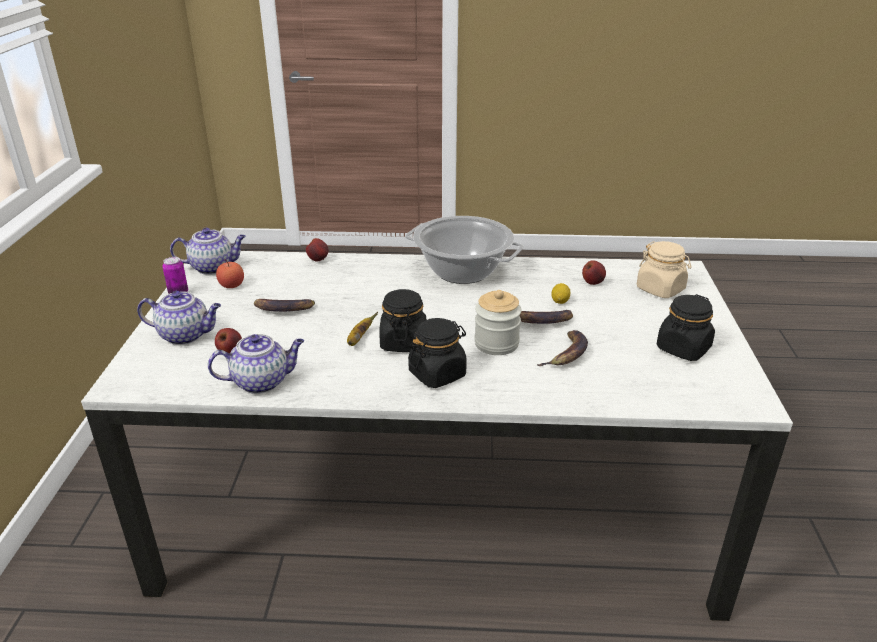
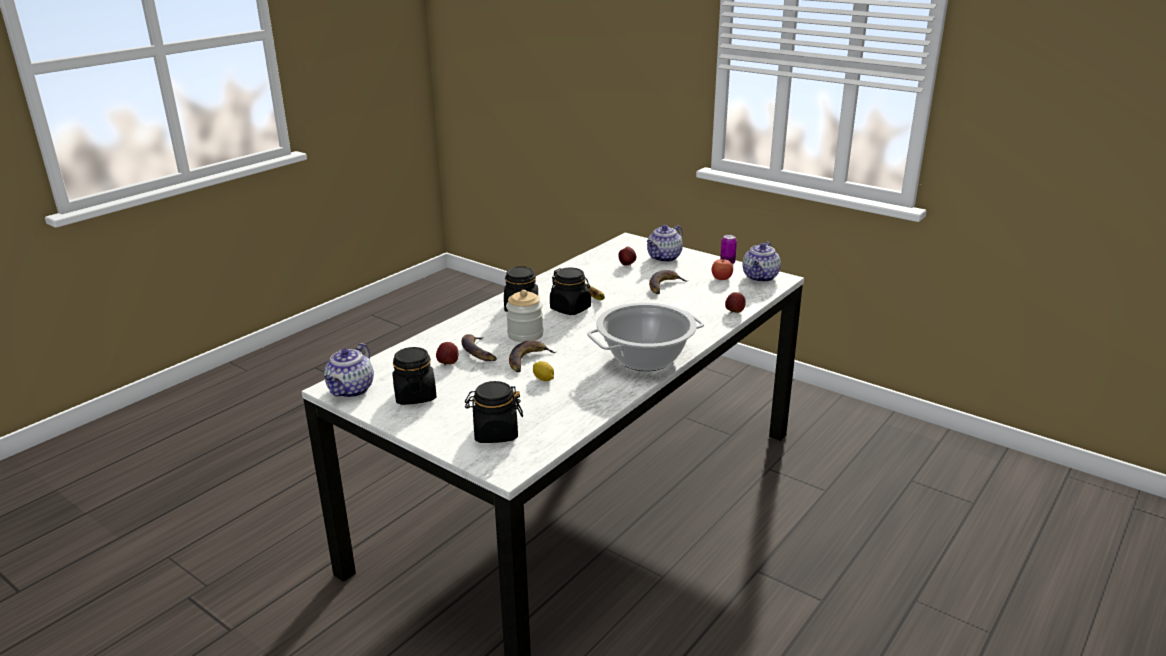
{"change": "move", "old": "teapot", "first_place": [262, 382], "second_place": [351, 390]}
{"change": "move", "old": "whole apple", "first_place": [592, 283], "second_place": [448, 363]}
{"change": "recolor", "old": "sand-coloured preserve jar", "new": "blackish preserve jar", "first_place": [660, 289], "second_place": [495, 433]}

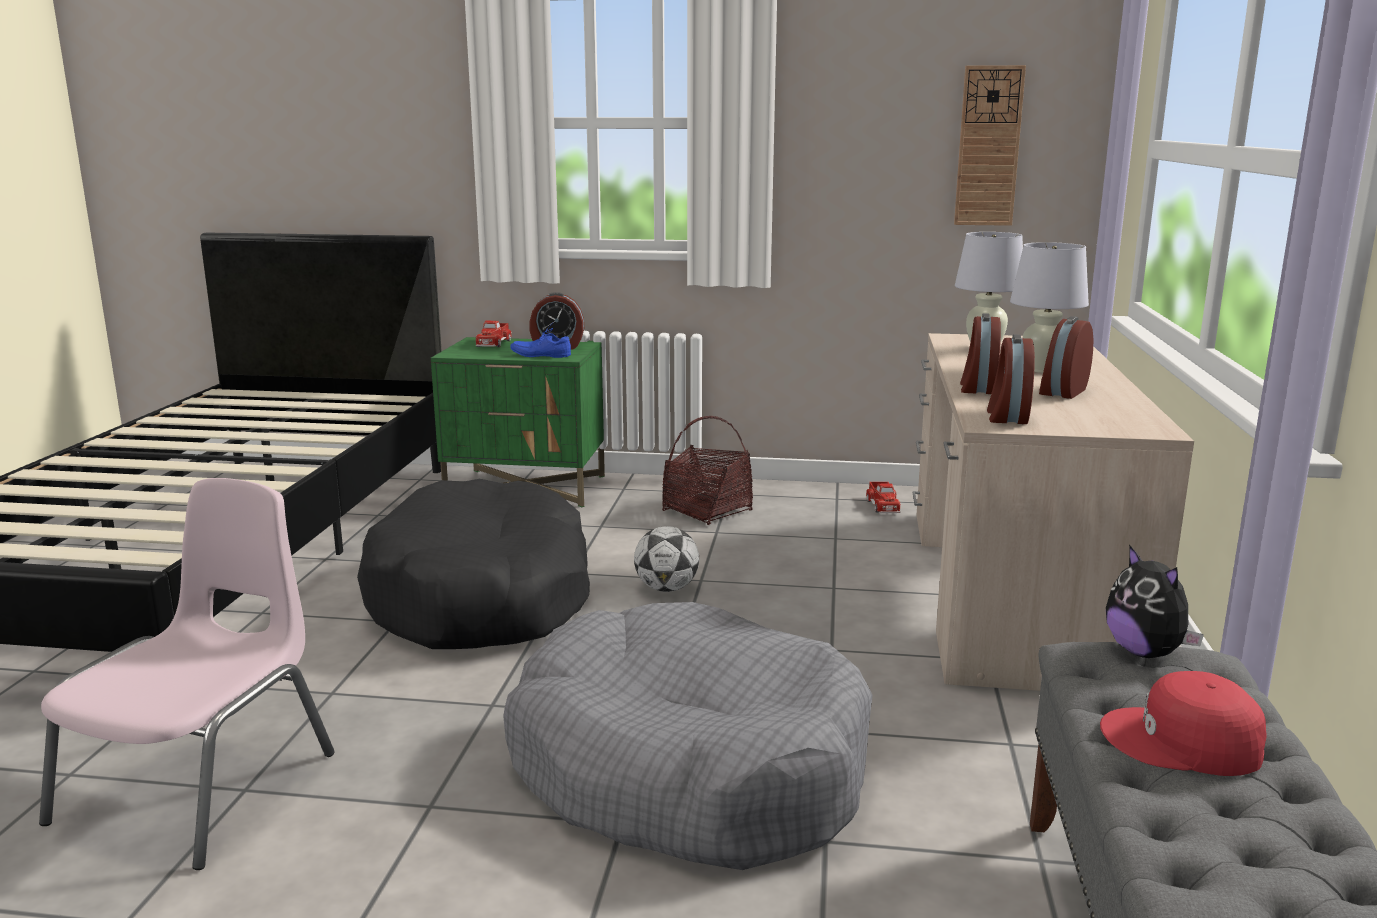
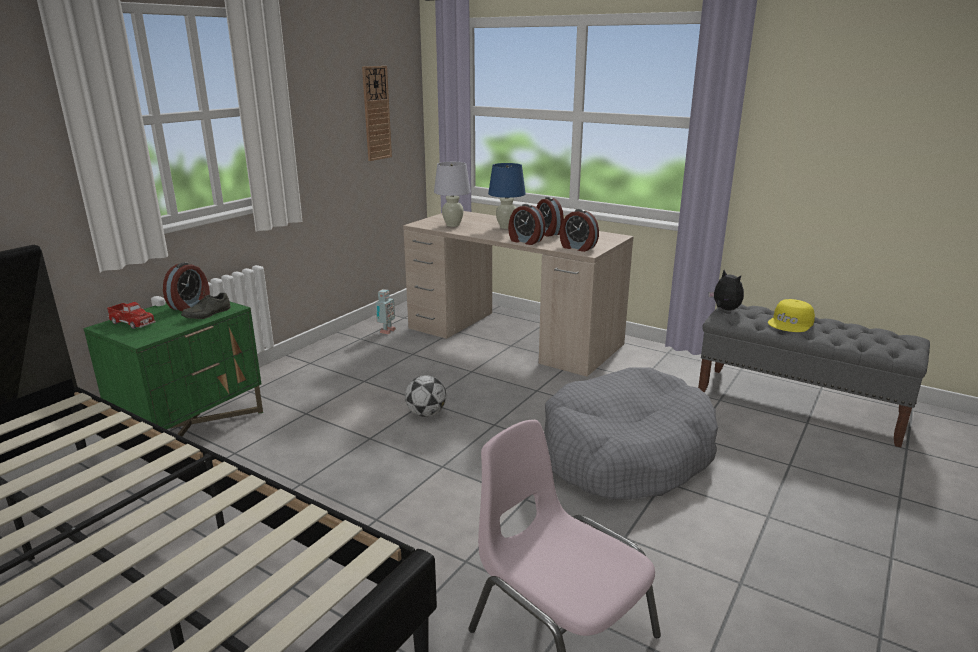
{"change": "delete", "old": "blackish dog bed", "first_place": [482, 597]}
{"change": "delete", "old": "storage basket", "first_place": [708, 511]}
{"change": "replace", "old": "model truck", "new": "toy robot", "first_place": [883, 506], "second_place": [386, 331]}
{"change": "recolor", "old": "blue-coloured shoe", "new": "greyish shoe", "first_place": [541, 355], "second_place": [206, 313]}
{"change": "recolor", "old": "white tabletop lamp", "new": "blue-coloured tabletop lamp", "first_place": [1041, 370], "second_place": [506, 227]}
{"change": "recolor", "old": "reddish cap", "new": "yellowish cap", "first_place": [1182, 742], "second_place": [791, 323]}
{"change": "rotate", "old": "plush toy", "first_place": [1145, 652], "second_place": [724, 309], "degrees": -120}

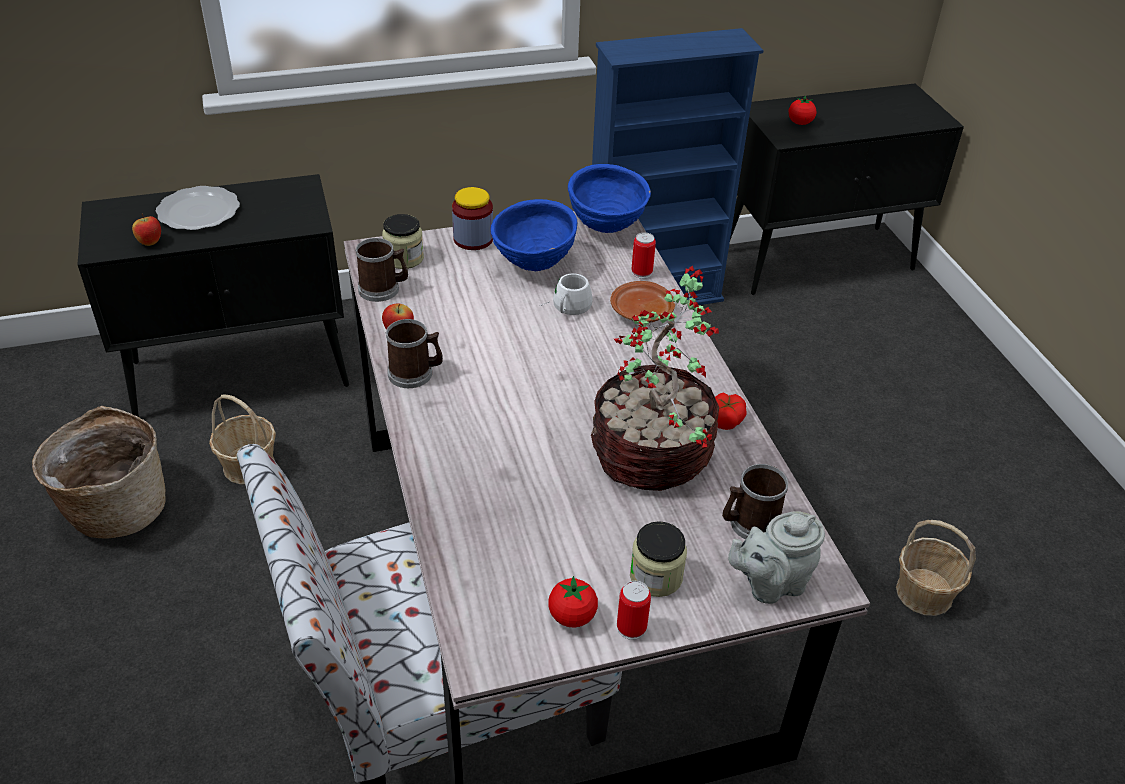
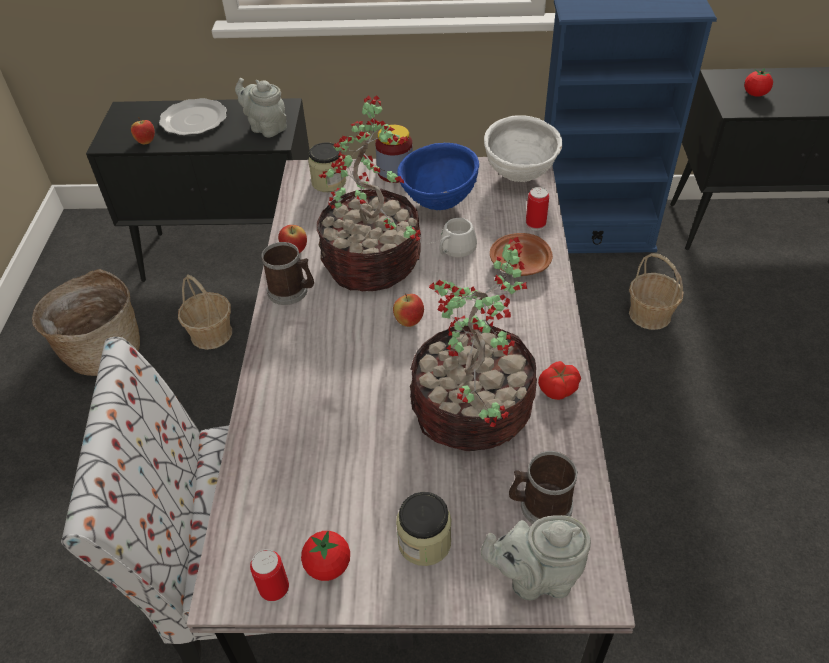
{"change": "delete", "old": "mug", "first_place": [383, 289]}
{"change": "insert", "new": "greyish teapot", "second_place": [266, 127]}
{"change": "insert", "new": "houseplant", "second_place": [374, 264]}
{"change": "insert", "new": "whole apple", "second_place": [409, 322]}
{"change": "move", "old": "can", "first_place": [631, 628], "second_place": [274, 589]}
{"change": "move", "old": "storage basket", "first_place": [924, 593], "second_place": [650, 315]}
{"change": "recolor", "old": "blue-coloured serving bowl", "new": "white serving bowl", "first_place": [606, 228], "second_place": [519, 176]}

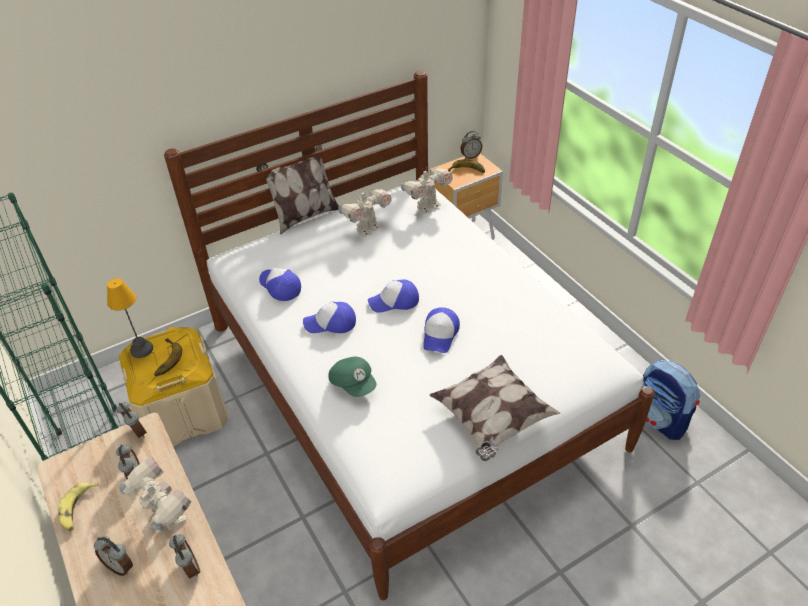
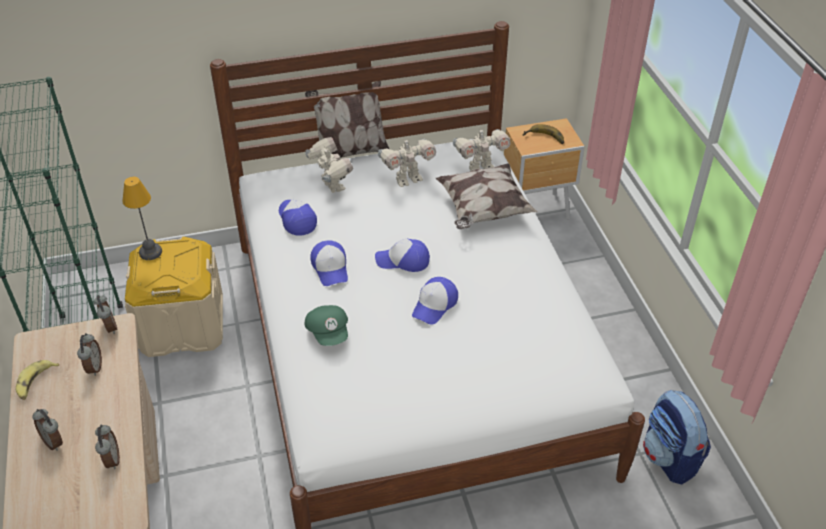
{"change": "delete", "old": "banana", "first_place": [164, 359]}
{"change": "delete", "old": "bedside clock", "first_place": [470, 156]}
{"change": "move", "old": "toy robot", "first_place": [167, 518], "second_place": [331, 186]}
{"change": "move", "old": "cushion", "first_place": [492, 419], "second_place": [483, 210]}
{"change": "rotate", "old": "cap", "first_place": [330, 323], "second_place": [331, 268], "degrees": -120}

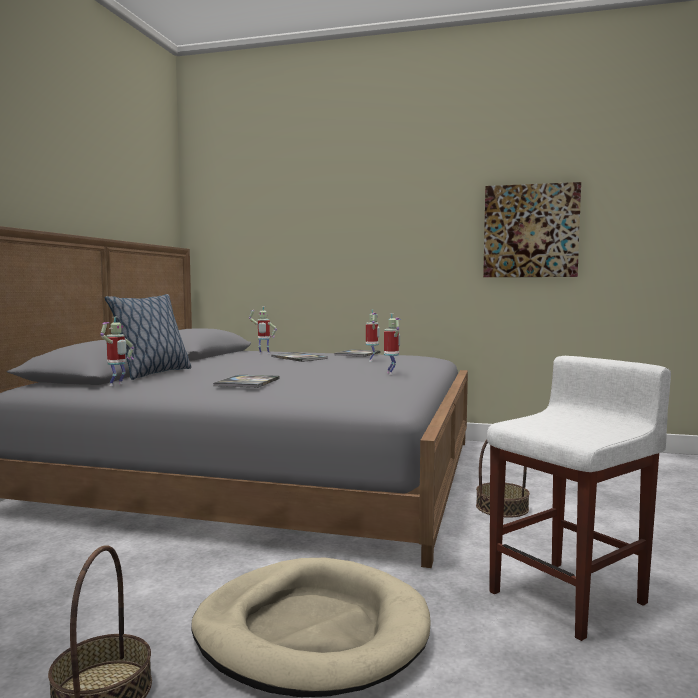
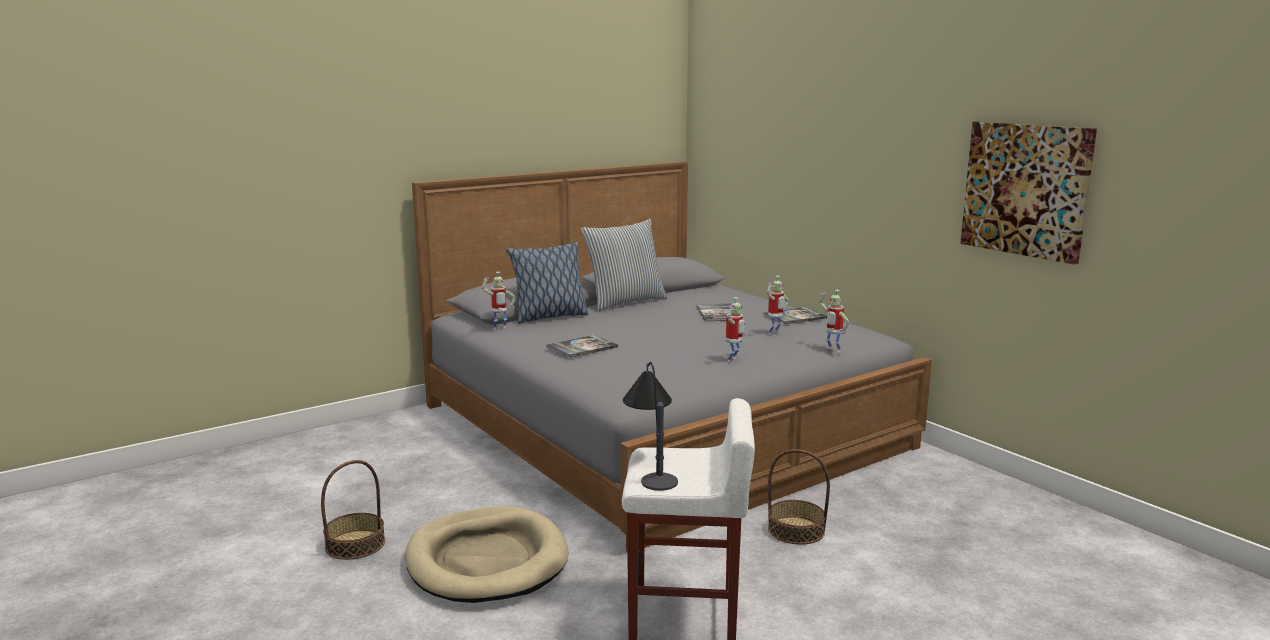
{"change": "insert", "new": "cushion", "second_place": [625, 302]}
{"change": "insert", "new": "tabletop lamp", "second_place": [651, 466]}
{"change": "move", "old": "toy robot", "first_place": [263, 354], "second_place": [832, 350]}

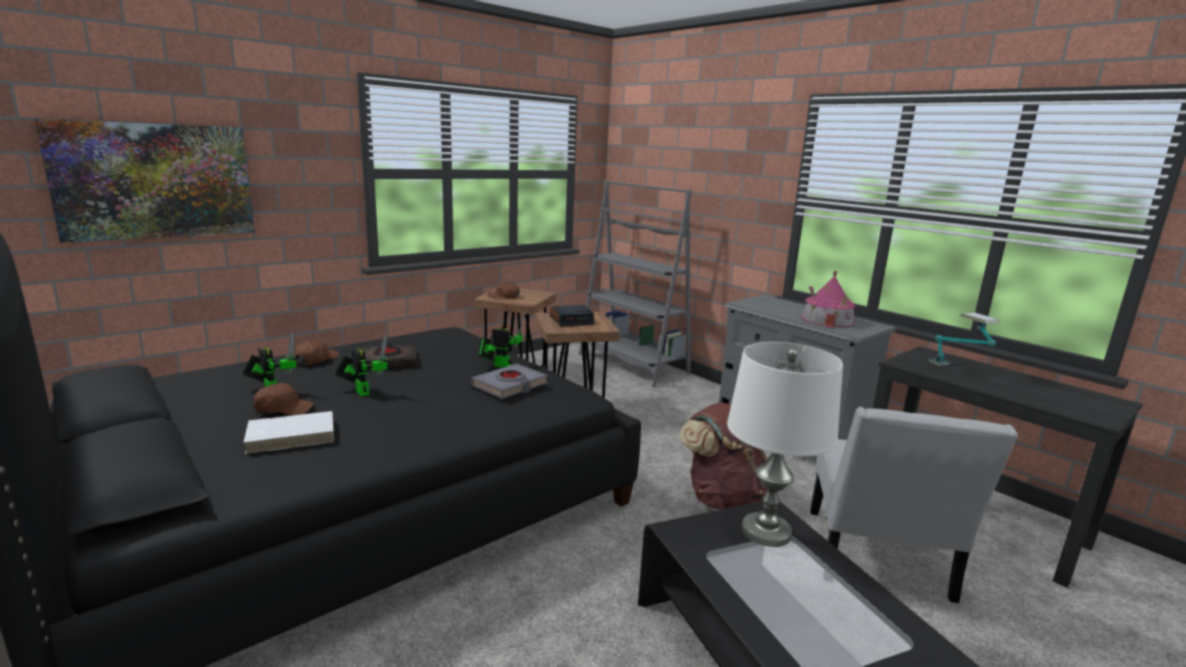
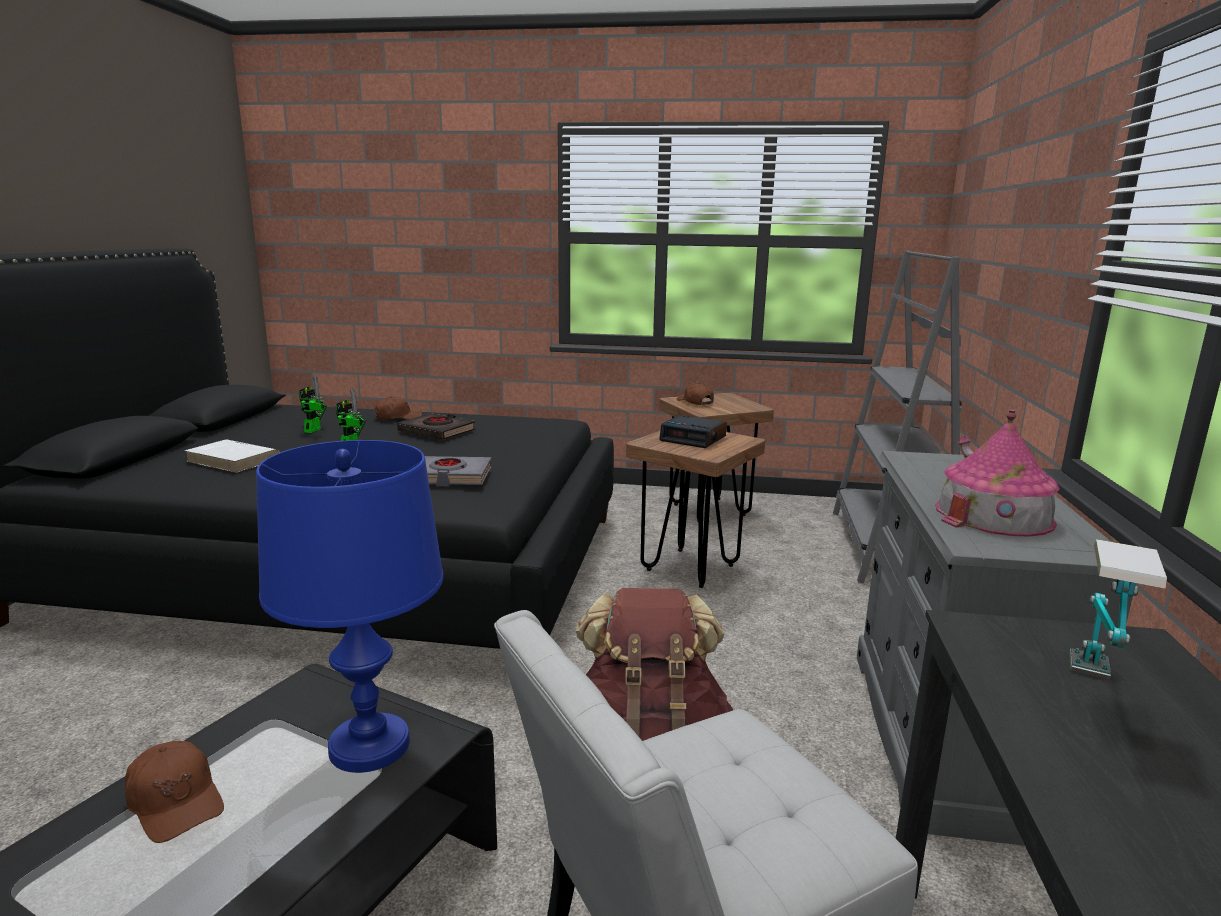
{"change": "delete", "old": "picture", "first_place": [155, 181]}
{"change": "delete", "old": "toy robot", "first_place": [499, 365]}
{"change": "move", "old": "brown-coloured cap", "first_place": [284, 409], "second_place": [176, 802]}
{"change": "recolor", "old": "white tabletop lamp", "new": "blue-coloured tabletop lamp", "first_place": [766, 531], "second_place": [370, 745]}

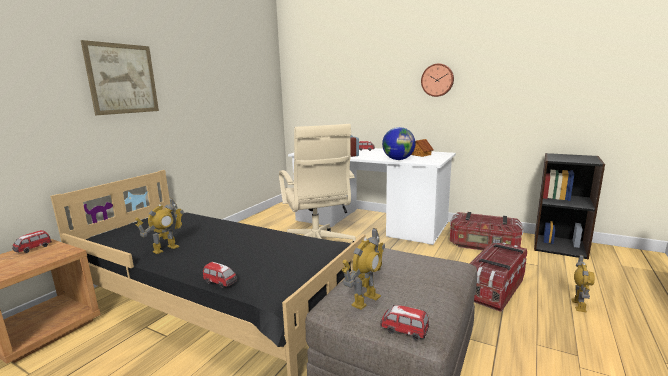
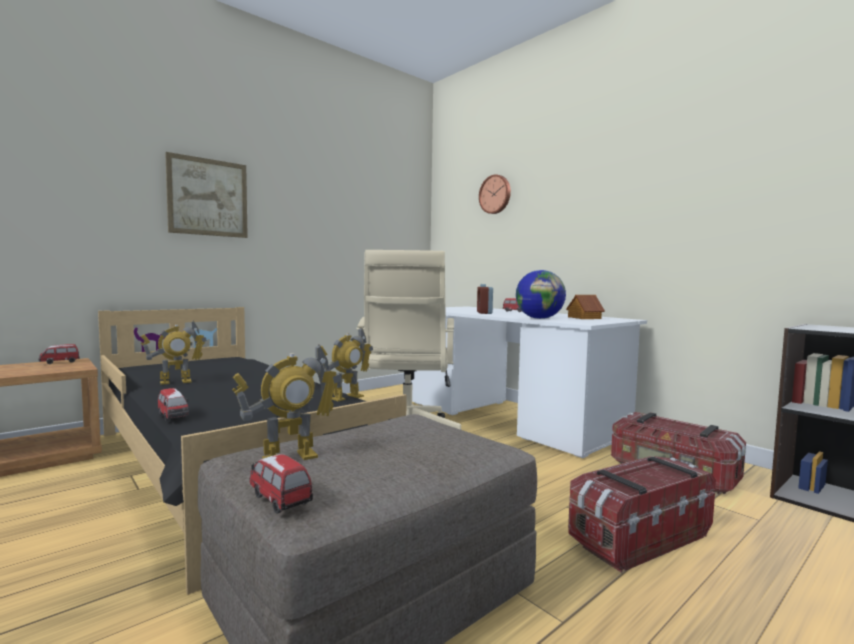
{"change": "move", "old": "wall clock", "first_place": [437, 80], "second_place": [495, 194]}
{"change": "move", "old": "toy robot", "first_place": [579, 305], "second_place": [347, 397]}

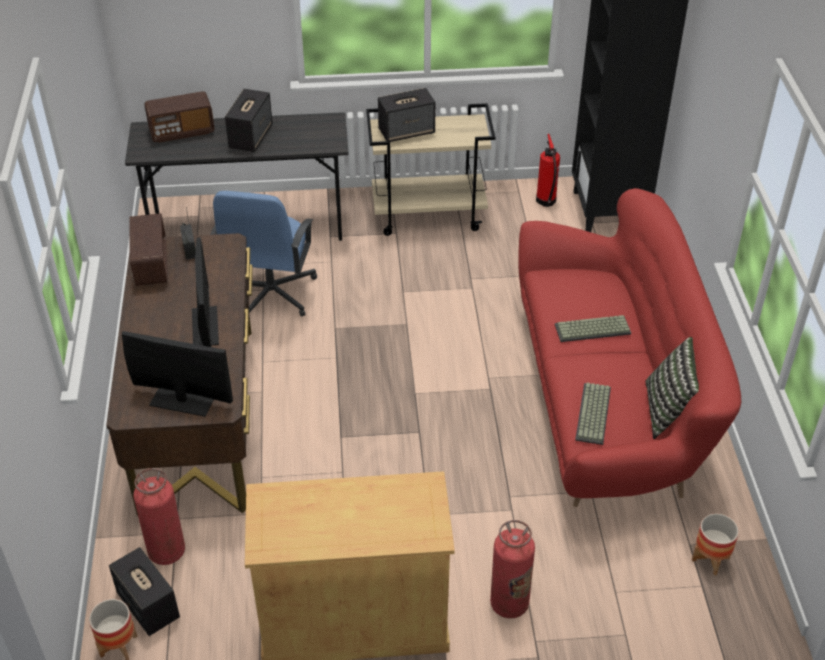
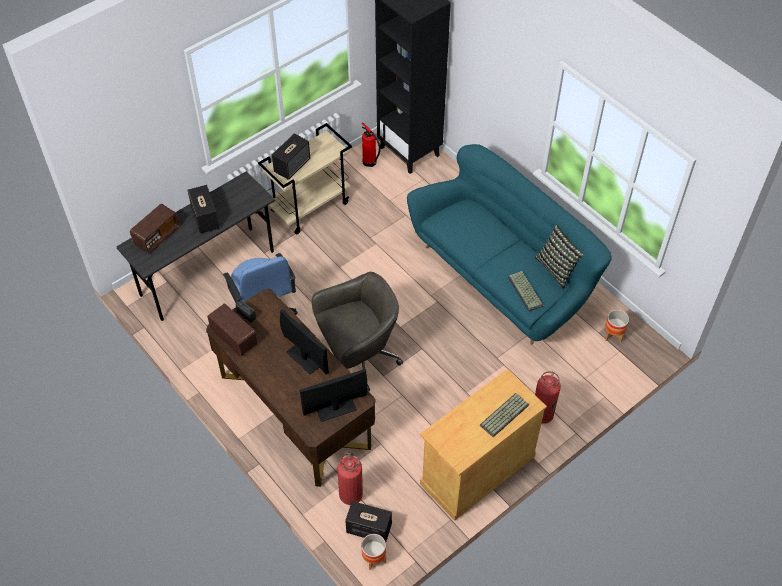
{"change": "insert", "new": "greyish office chair", "second_place": [358, 357]}
{"change": "move", "old": "keyboard", "first_place": [592, 330], "second_place": [504, 416]}
{"change": "recolor", "old": "reddish sofa", "new": "blue-green sofa", "first_place": [609, 403], "second_place": [503, 275]}

